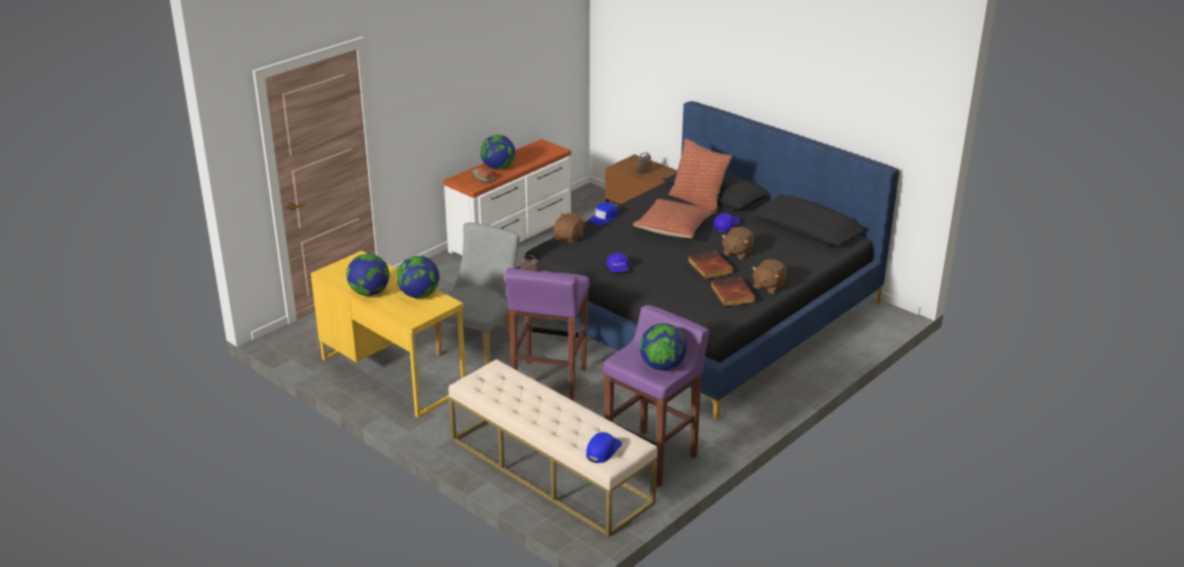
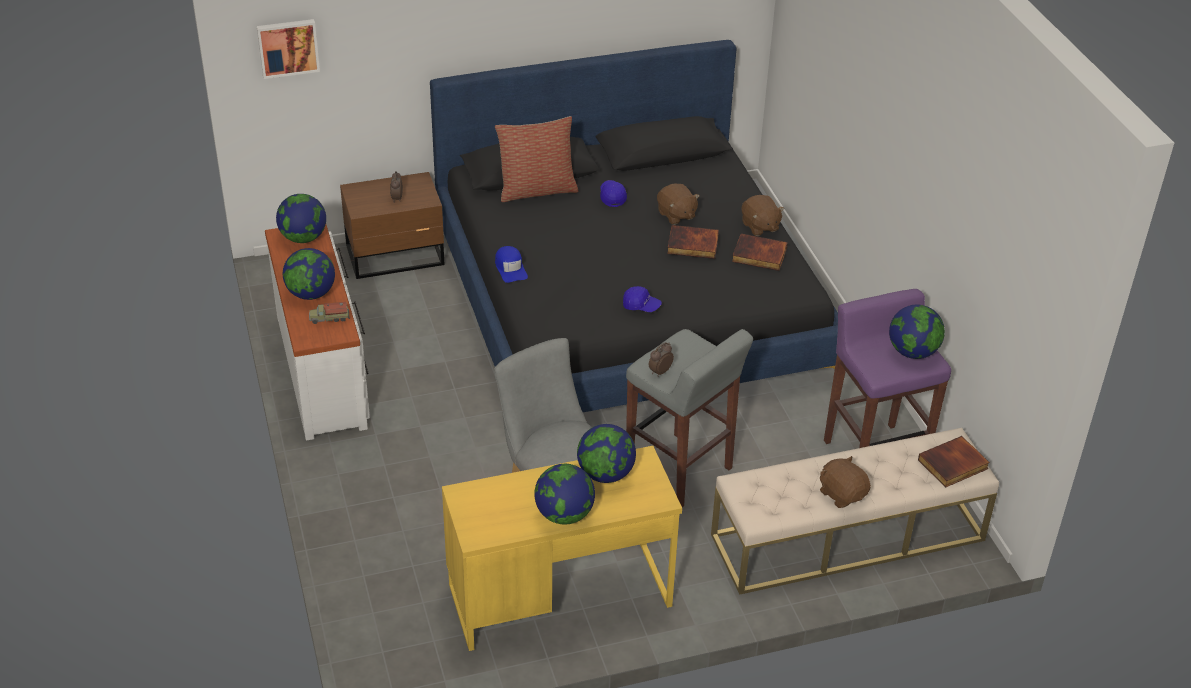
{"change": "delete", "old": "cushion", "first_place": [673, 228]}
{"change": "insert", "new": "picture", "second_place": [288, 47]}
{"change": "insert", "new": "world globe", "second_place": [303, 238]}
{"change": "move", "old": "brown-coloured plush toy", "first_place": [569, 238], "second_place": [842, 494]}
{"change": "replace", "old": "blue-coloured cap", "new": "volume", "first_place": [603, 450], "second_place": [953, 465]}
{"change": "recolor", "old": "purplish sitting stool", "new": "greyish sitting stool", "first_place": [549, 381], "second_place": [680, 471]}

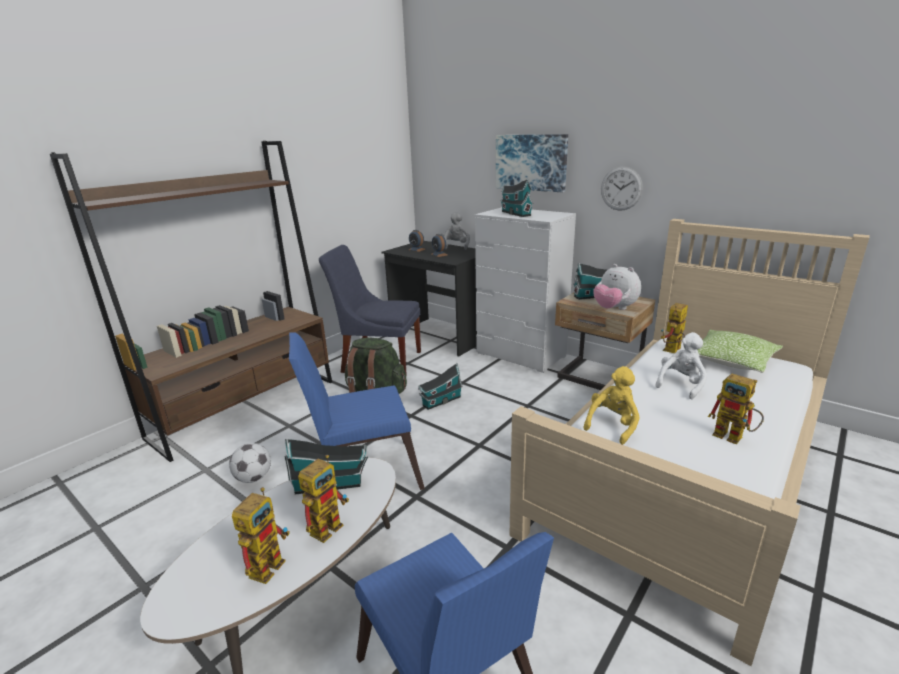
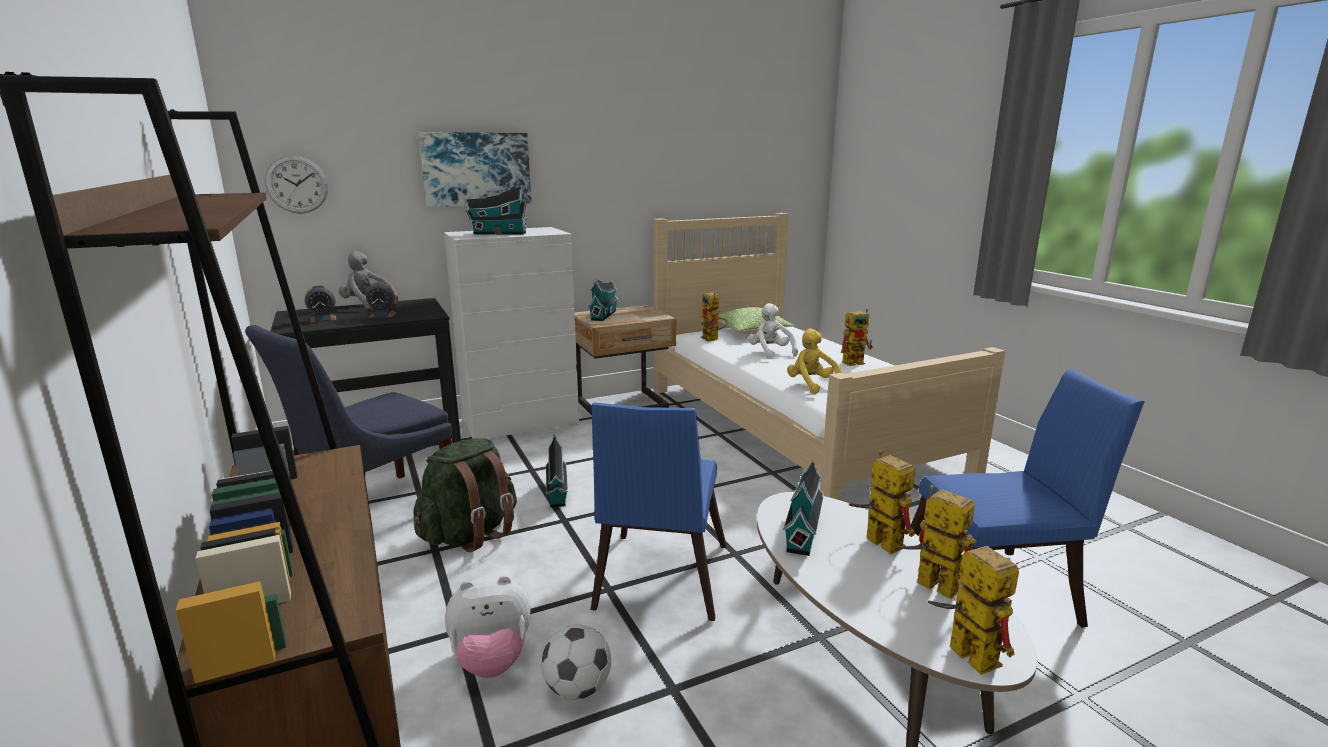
{"change": "insert", "new": "toy robot", "second_place": [962, 651]}
{"change": "move", "old": "plush toy", "first_place": [614, 309], "second_place": [492, 661]}
{"change": "move", "old": "wall clock", "first_place": [621, 188], "second_place": [297, 184]}

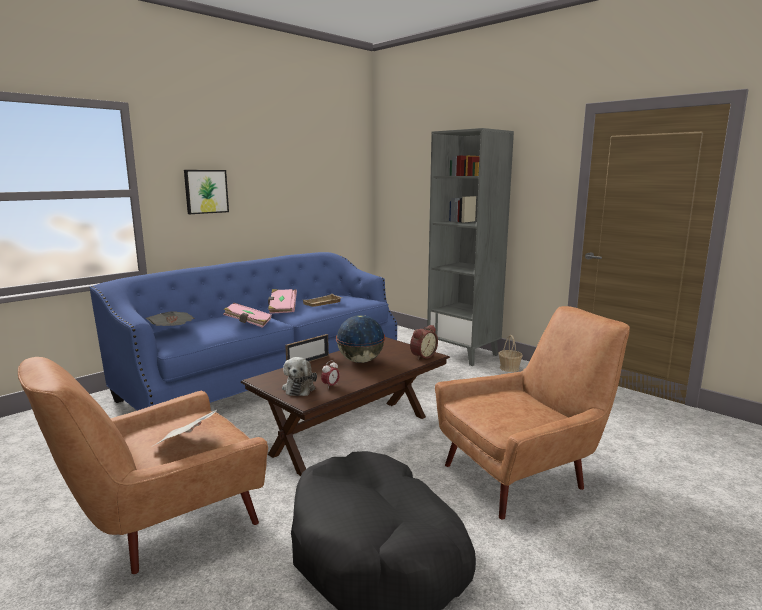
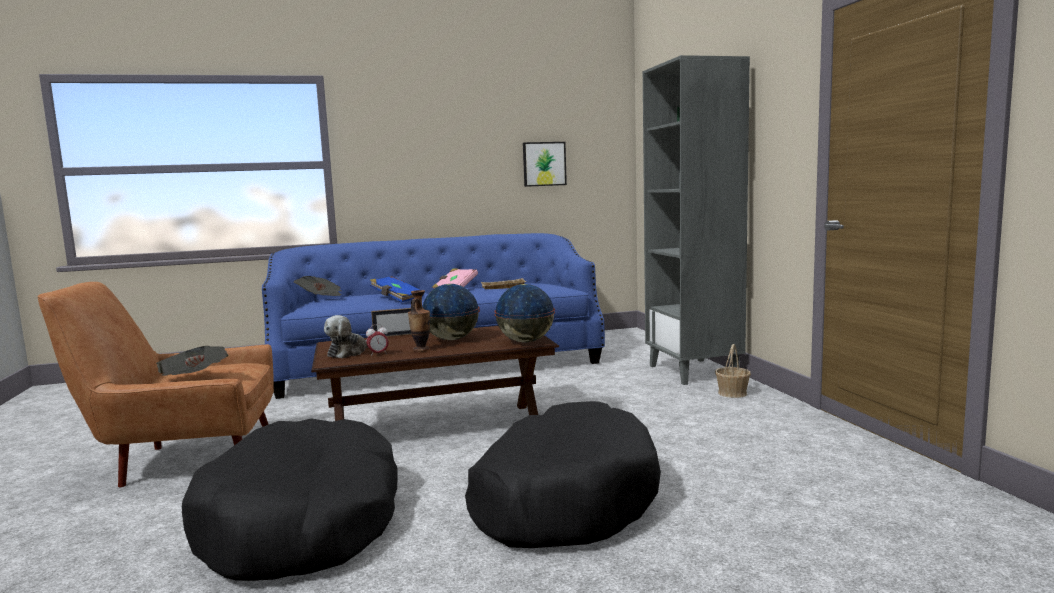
{"change": "insert", "new": "flower vase", "second_place": [421, 349]}
{"change": "move", "old": "picture", "first_place": [206, 191], "second_place": [544, 164]}
{"change": "replace", "old": "bedside clock", "new": "world globe", "first_place": [422, 356], "second_place": [526, 341]}
{"change": "replace", "old": "brown-coloured easy chair", "new": "blackish dog bed", "first_place": [525, 474], "second_place": [563, 498]}
{"change": "recolor", "old": "pinkish volume", "new": "blue-coloured volume", "first_place": [248, 323], "second_place": [396, 299]}

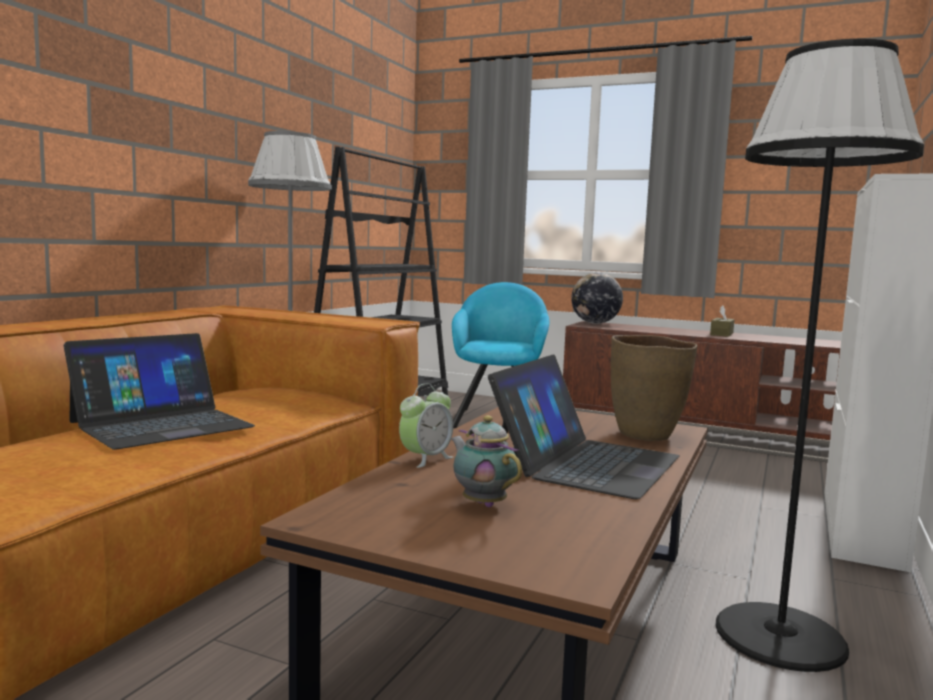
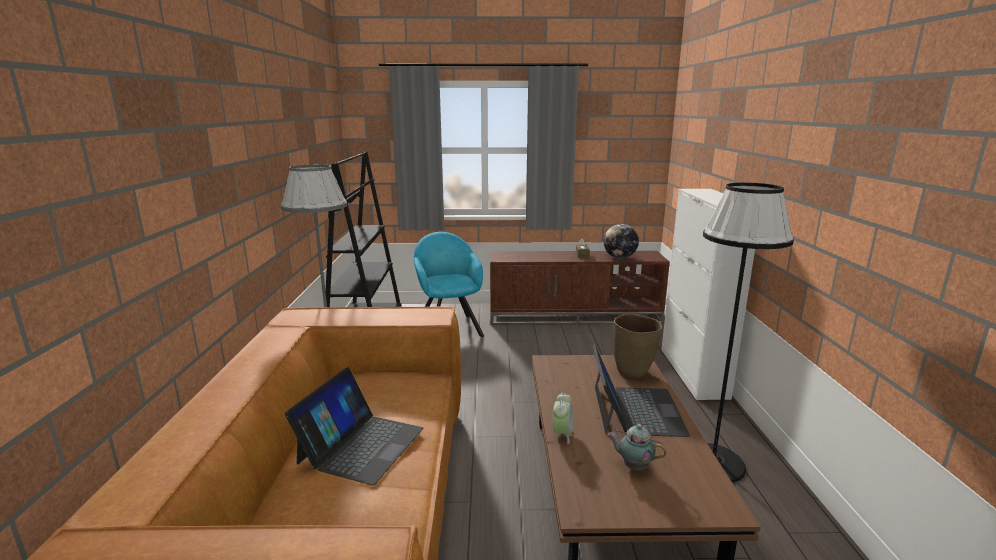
{"change": "move", "old": "world globe", "first_place": [595, 323], "second_place": [619, 258]}

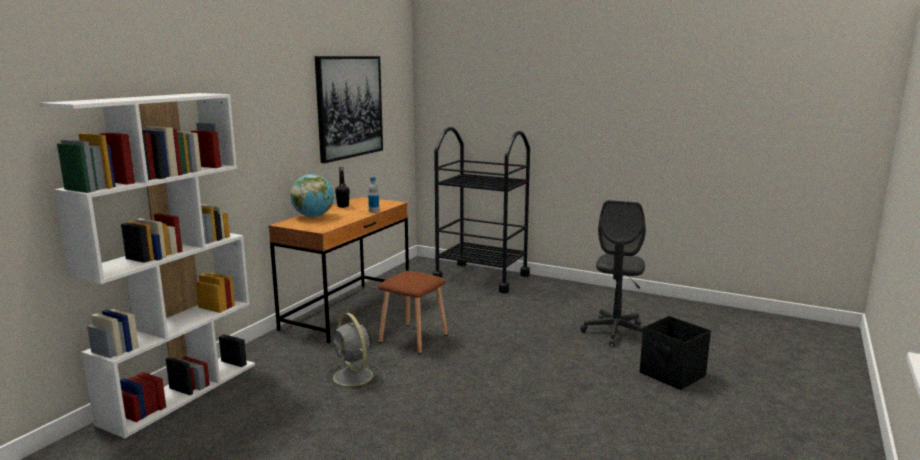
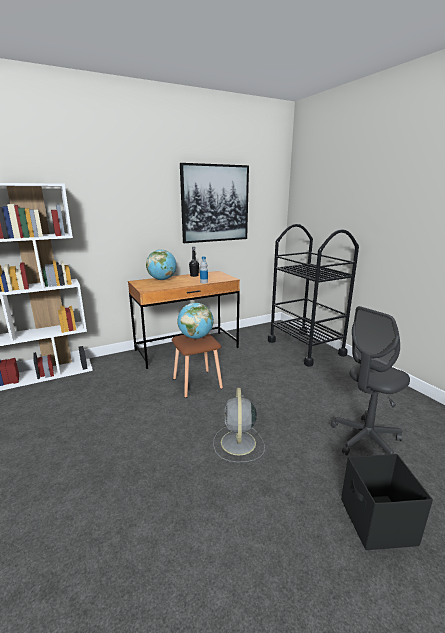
{"change": "insert", "new": "world globe", "second_place": [196, 337]}
{"change": "move", "old": "greyish cooling fan", "first_place": [354, 377], "second_place": [238, 444]}

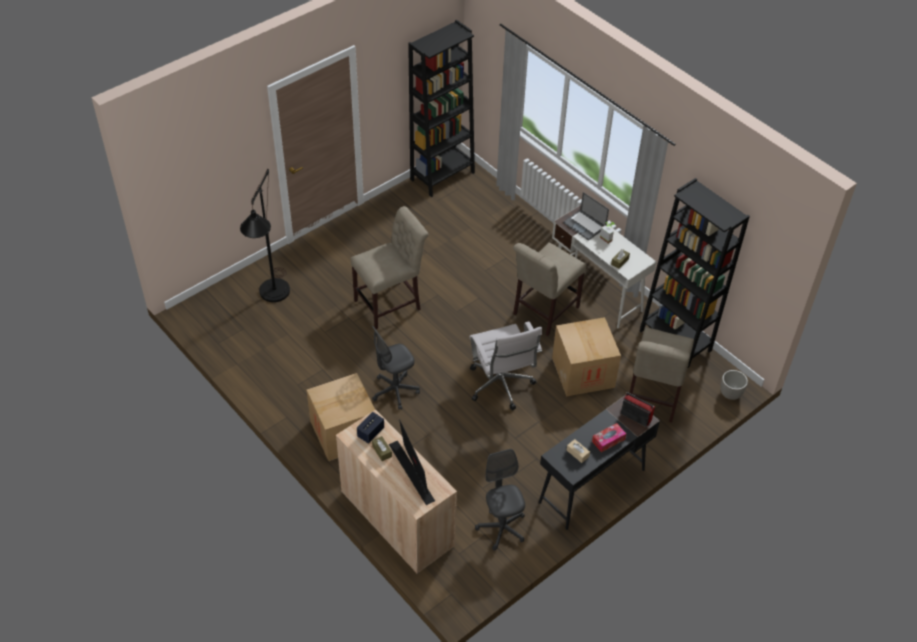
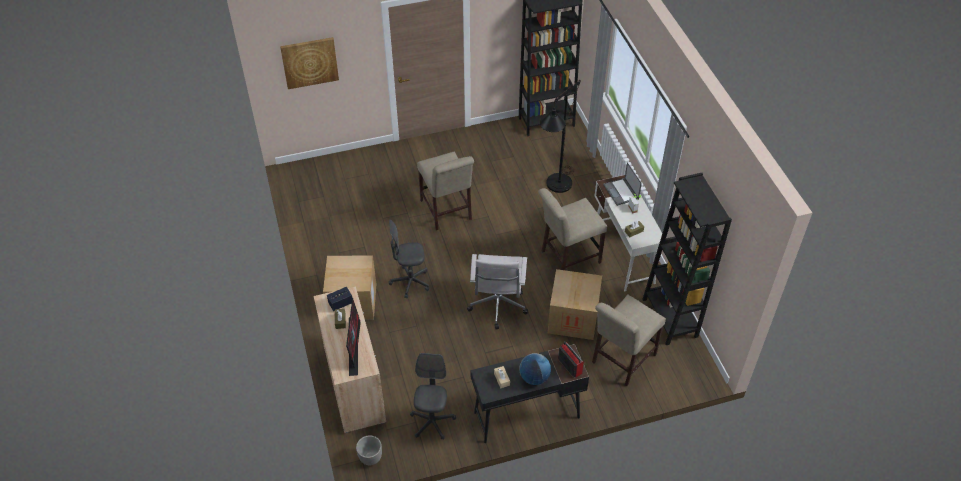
{"change": "insert", "new": "picture", "second_place": [309, 62]}
{"change": "move", "old": "blackish standing lamp", "first_place": [273, 297], "second_place": [556, 188]}
{"change": "move", "old": "planter", "first_place": [730, 394], "second_place": [370, 458]}
{"change": "replace", "old": "tissue holder", "new": "world globe", "first_place": [608, 440], "second_place": [534, 377]}
{"change": "rotate", "old": "sand-coloured upright chair", "first_place": [391, 304], "second_place": [446, 212], "degrees": 75}

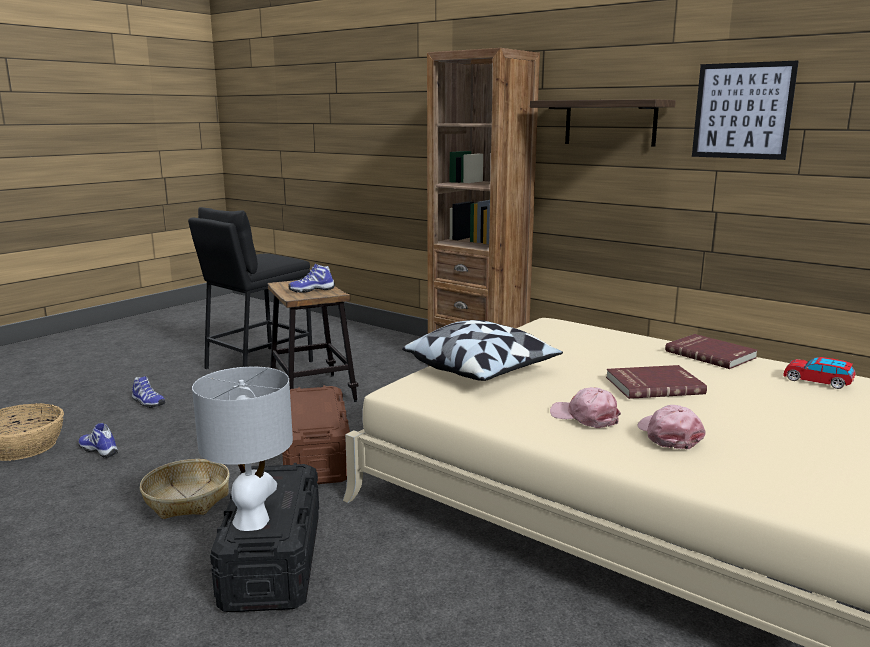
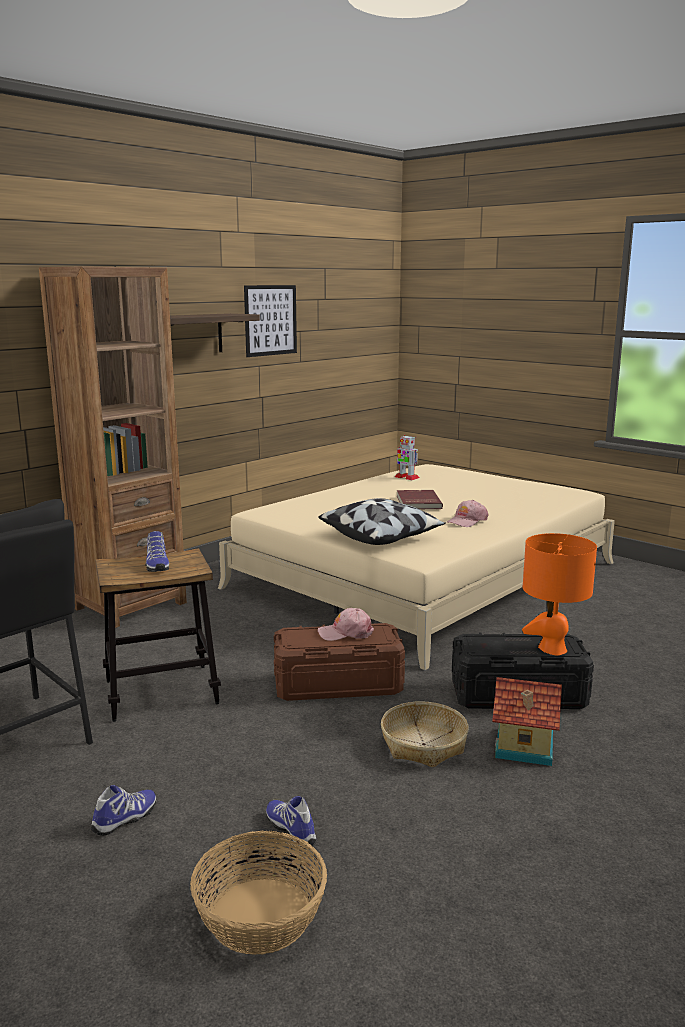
{"change": "delete", "old": "reddish volume", "first_place": [711, 354]}
{"change": "insert", "new": "model house", "second_place": [524, 748]}
{"change": "move", "old": "pinkish cap", "first_place": [669, 435], "second_place": [346, 633]}
{"change": "replace", "old": "toy car", "new": "toy robot", "first_place": [818, 381], "second_place": [406, 477]}
{"change": "recolor", "old": "greyish tabletop lamp", "new": "orangey tabletop lamp", "first_place": [252, 520], "second_place": [552, 649]}
{"change": "rotate", "old": "shoe", "first_place": [100, 450], "second_place": [292, 829], "degrees": 105}

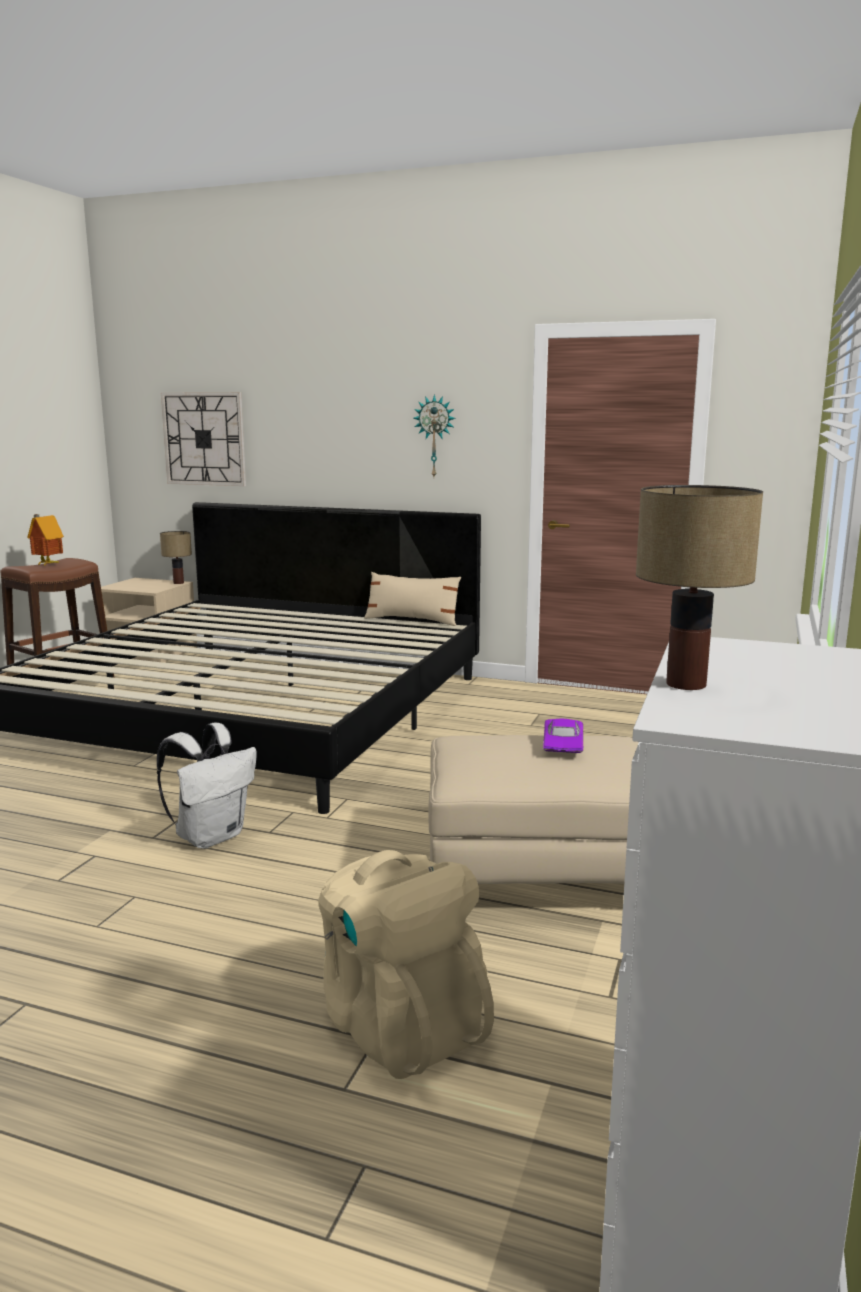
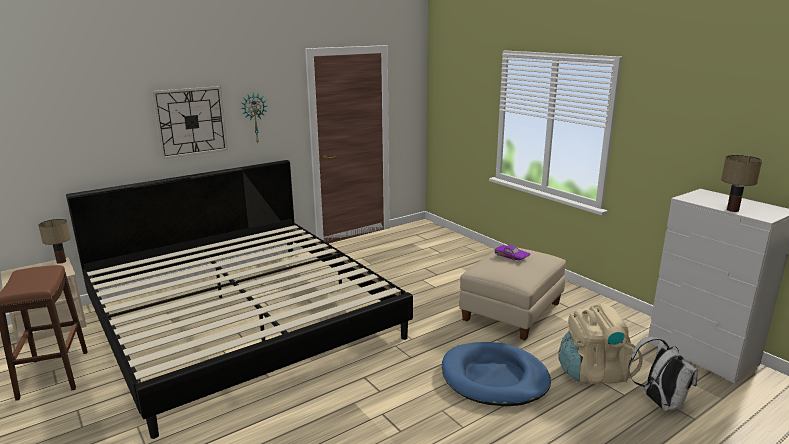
{"change": "delete", "old": "model house", "first_place": [47, 564]}
{"change": "delete", "old": "sand-coloured cushion", "first_place": [412, 620]}
{"change": "insert", "new": "blue-coloured dog bed", "second_place": [494, 378]}
{"change": "move", "old": "white knapsack", "first_place": [211, 836], "second_place": [659, 402]}
{"change": "move", "old": "wall clock", "first_place": [204, 439], "second_place": [191, 122]}

